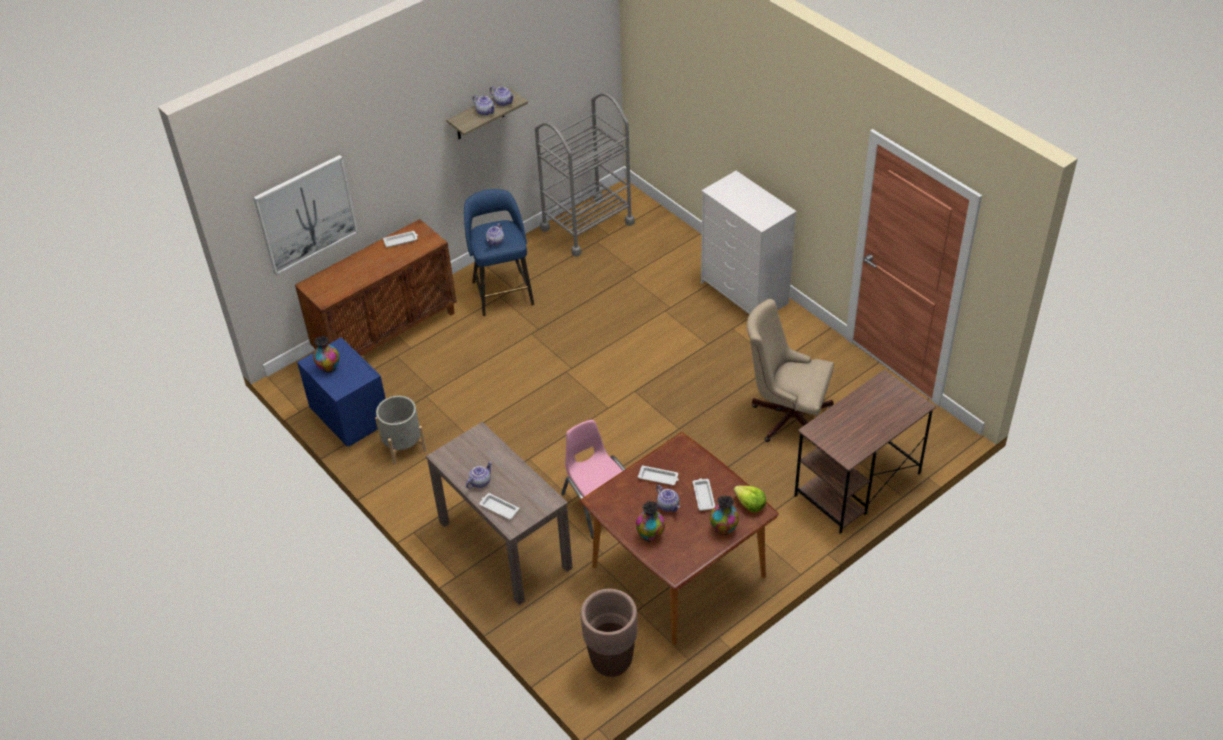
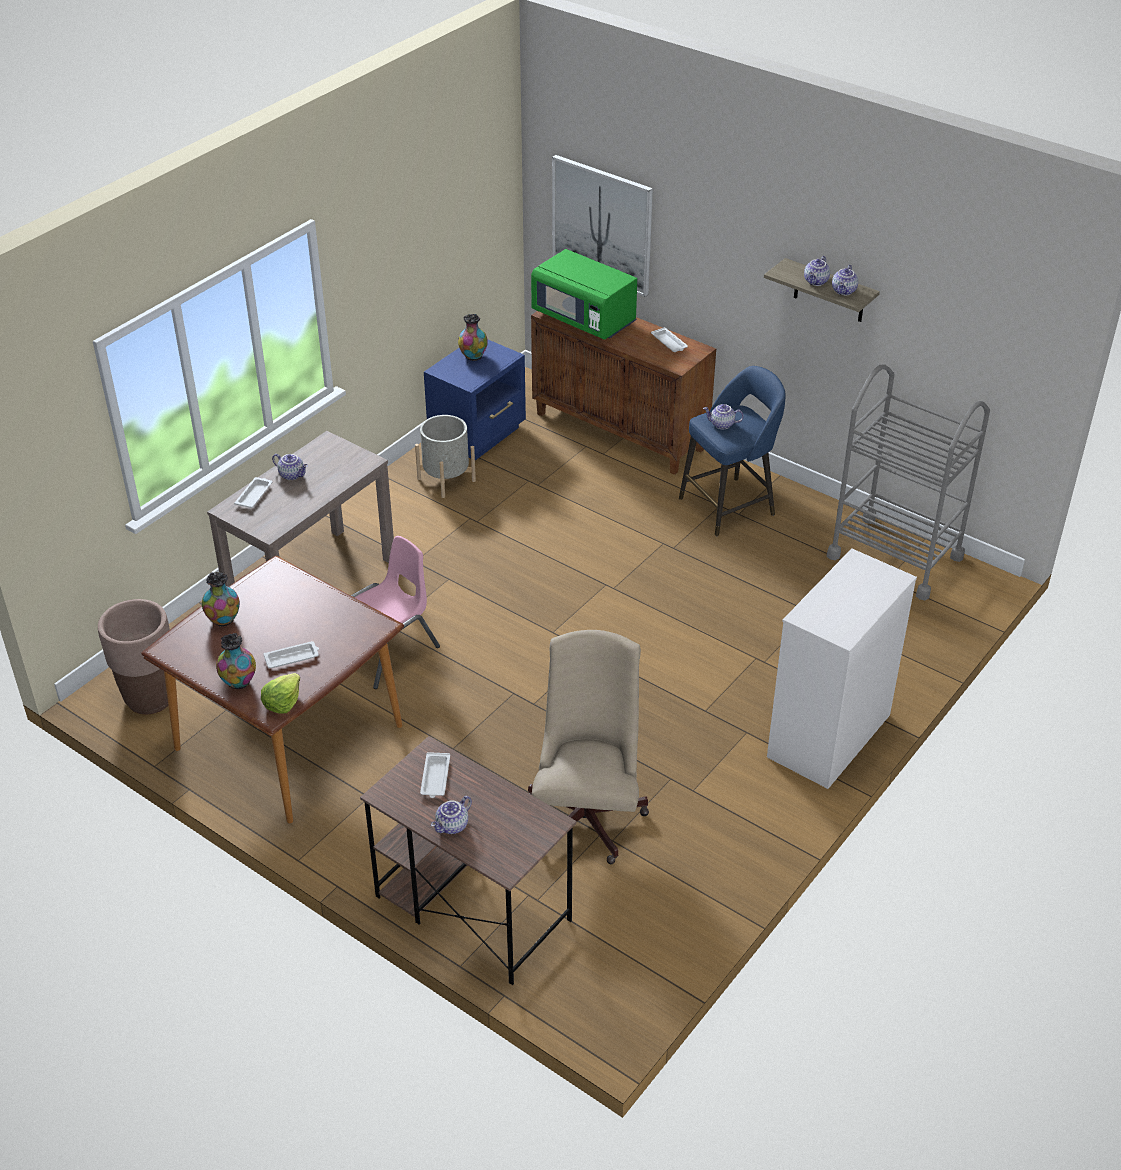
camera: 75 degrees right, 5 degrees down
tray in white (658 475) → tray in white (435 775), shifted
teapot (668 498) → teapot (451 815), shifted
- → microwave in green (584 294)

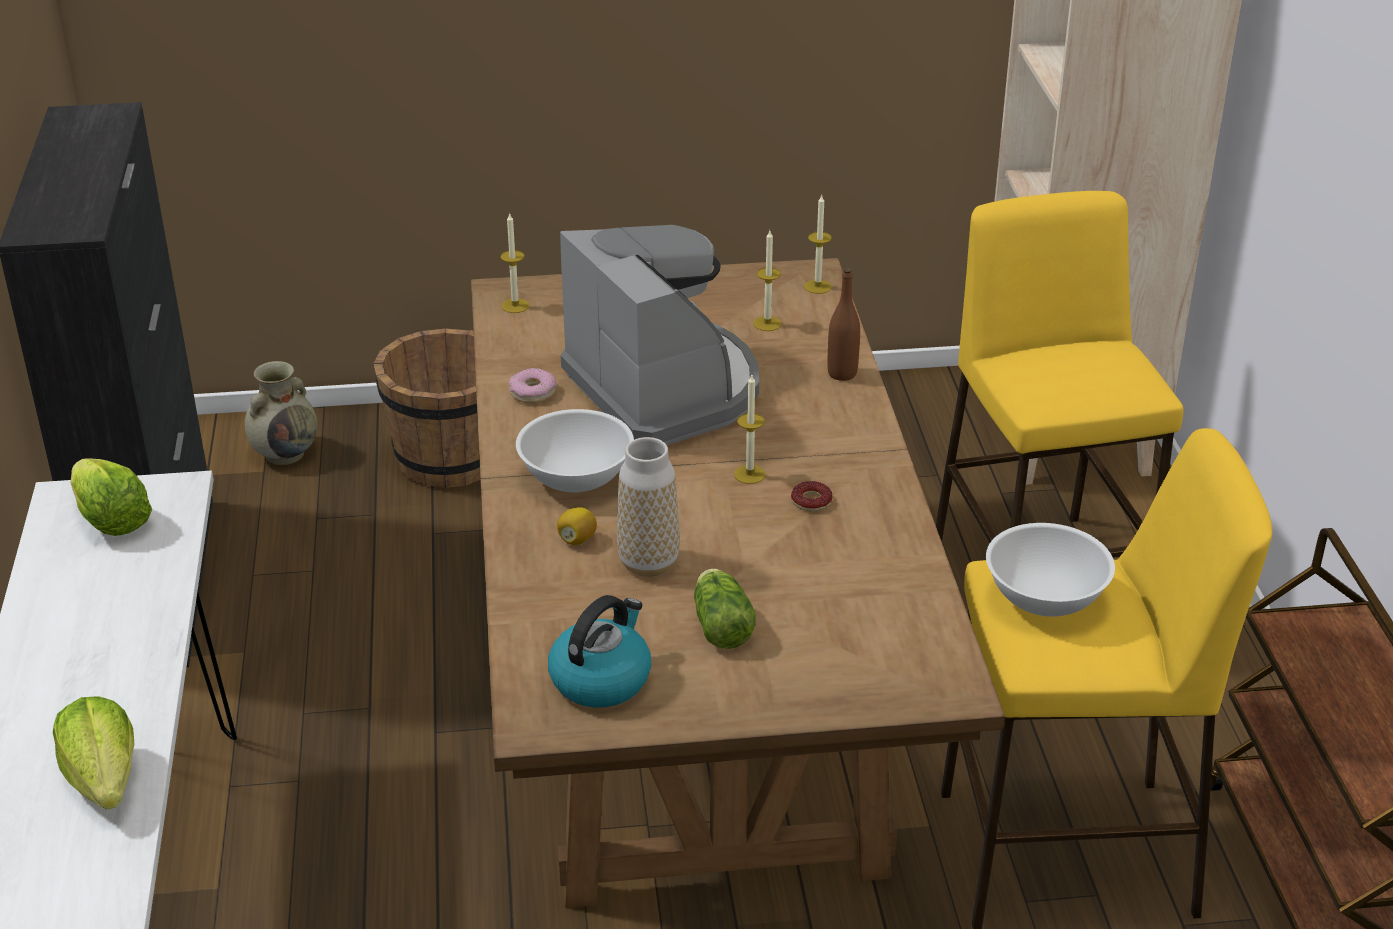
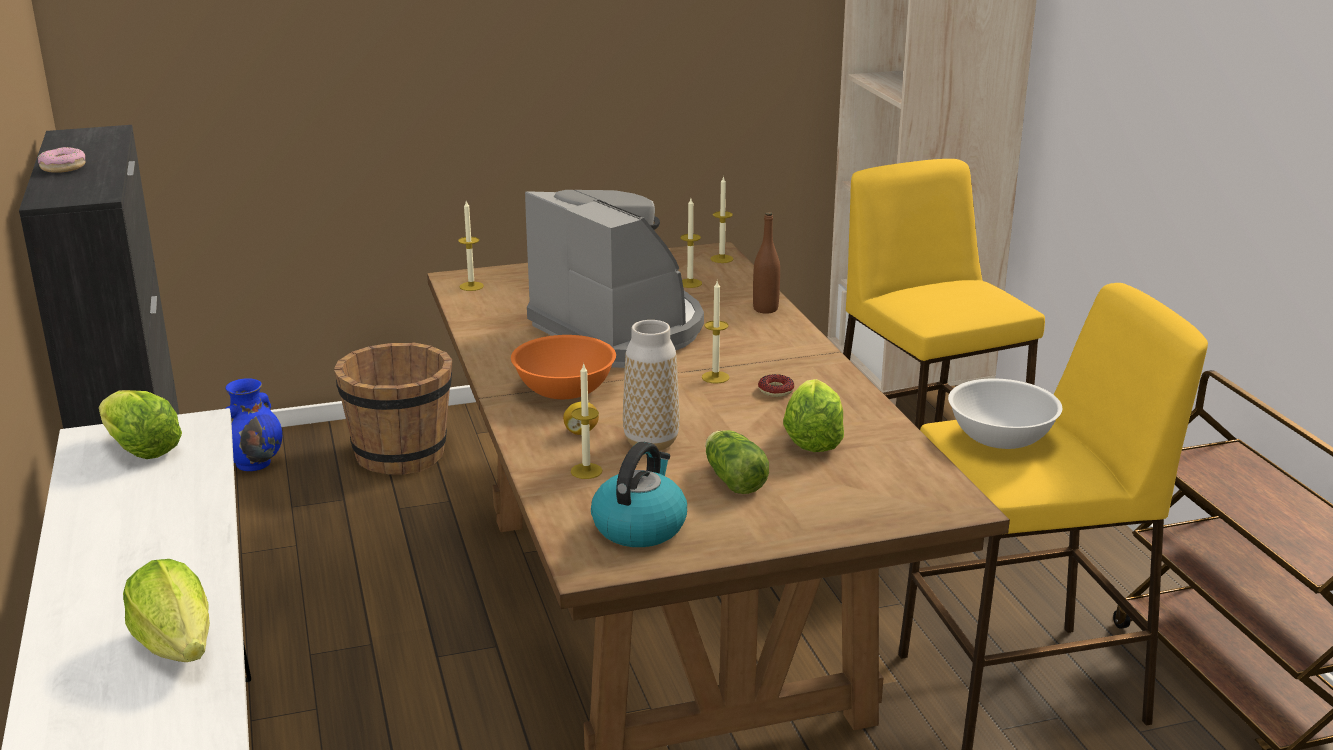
camera: 10 degrees left, 10 degrees down
vase in beige (281 413) → vase in blue (253 424)
donut (532 385) → donut (62 160), shifted
bowl in white (575 450) → bowl in orange (563 367)
- → candle (586 421)
- → lettuce (813 415)

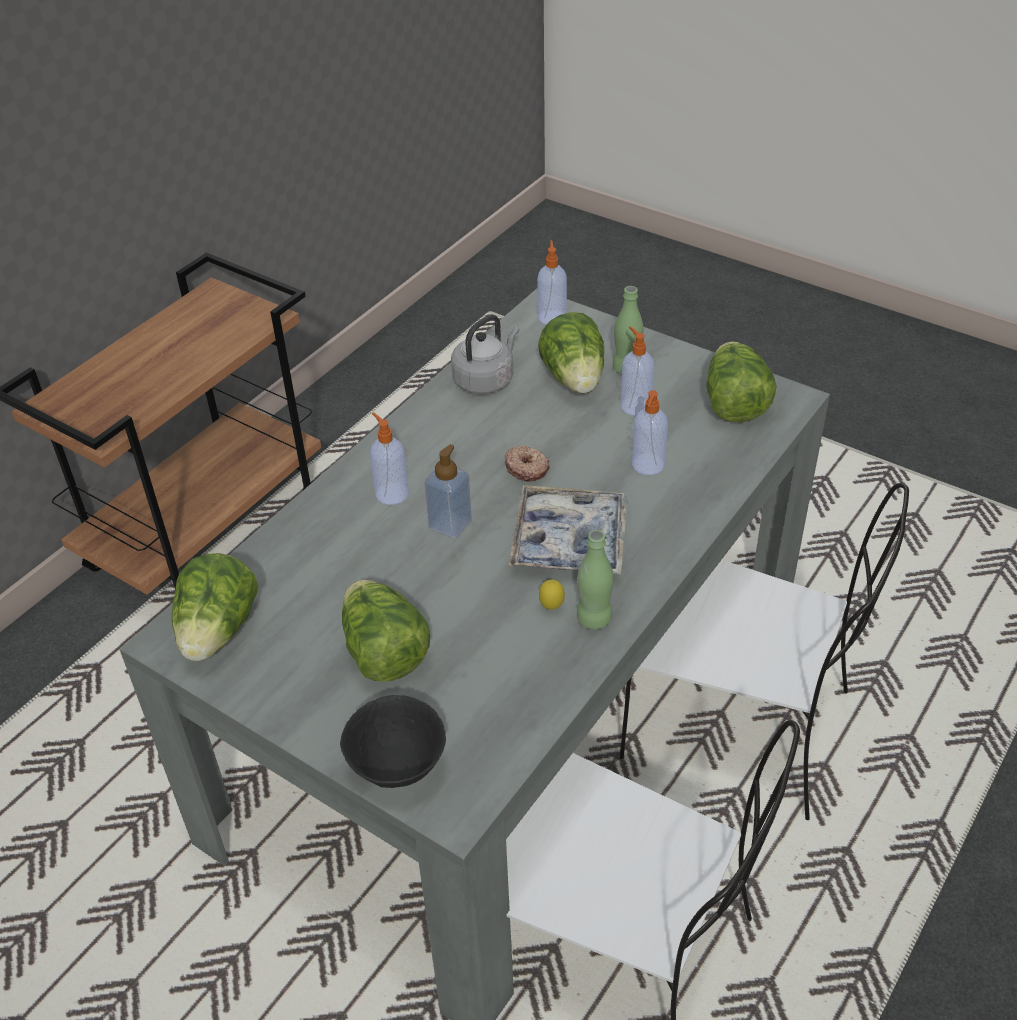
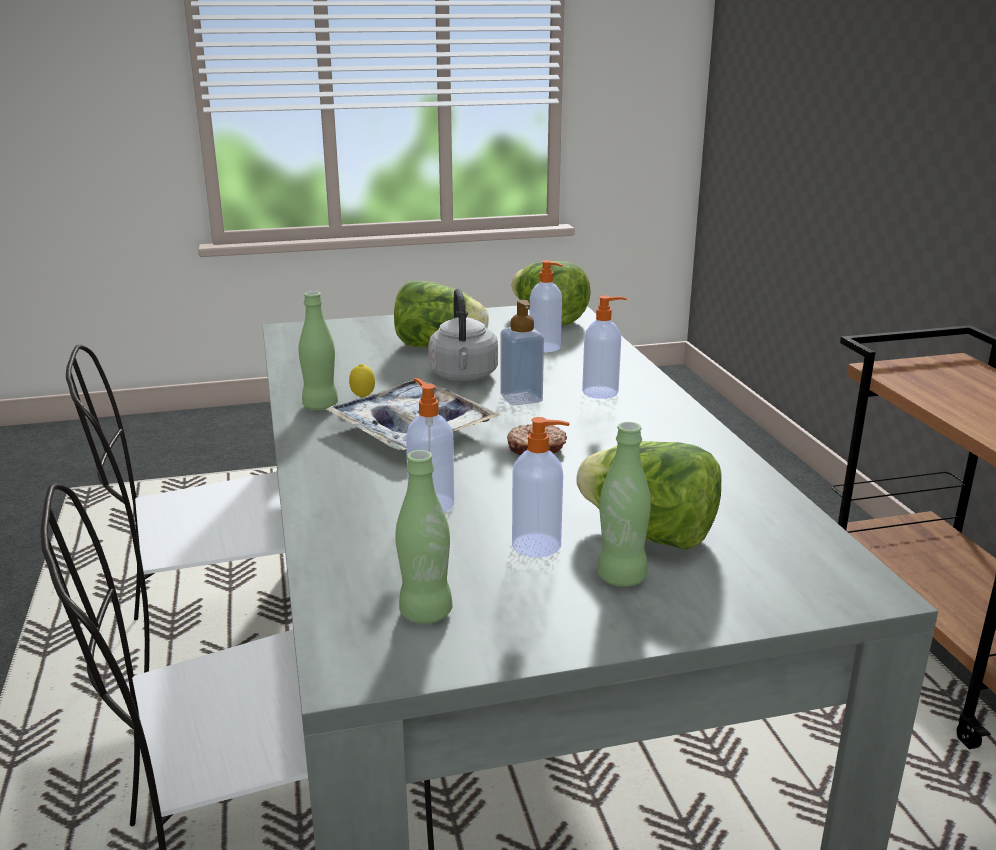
camera: 130 degrees right, 20 degrees down
bowl in black (393 741) → -
kettle in grey (485 354) → kettle in grey (463 335), shifted
soap dispenser (552 282) → soap dispenser (546 306), shifted
lettuce (741 382) → bottle in green (423 537)

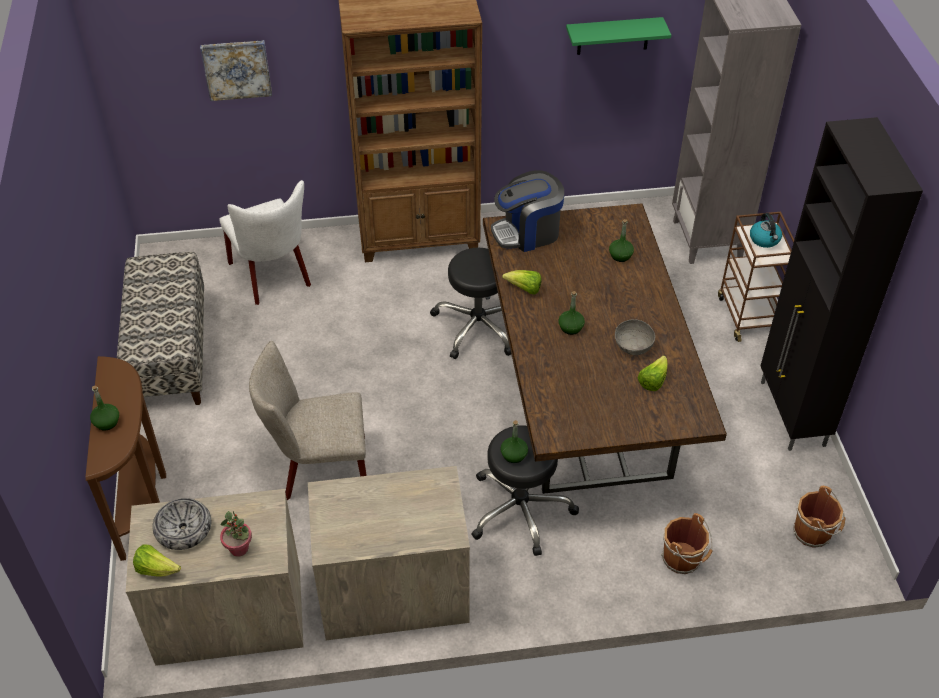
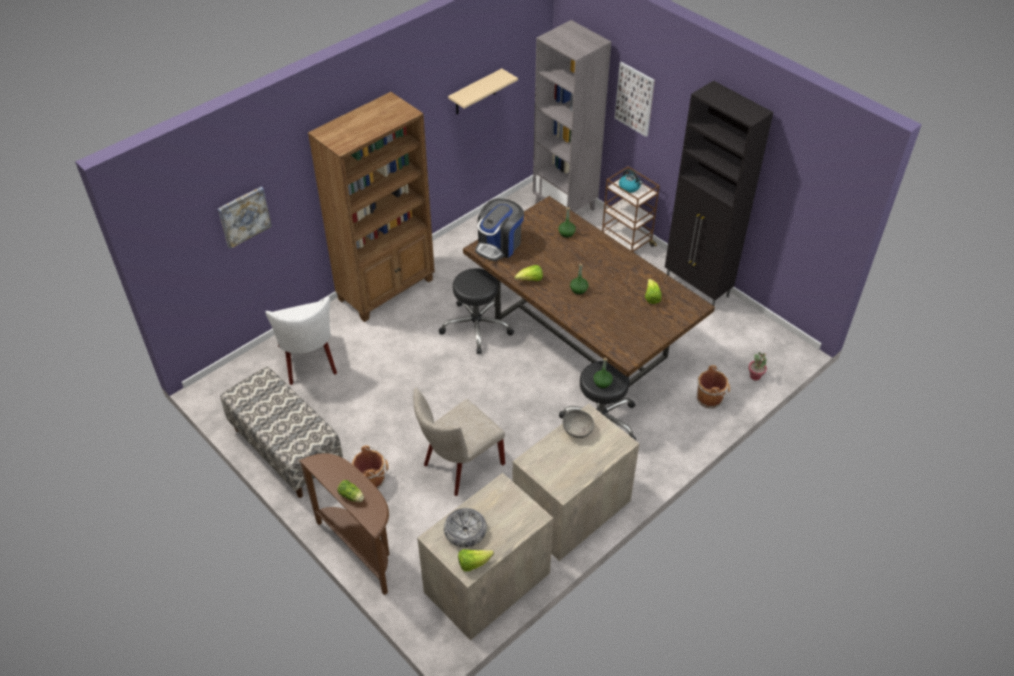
camera: 35 degrees left, 0 degrees up
bottle in green (104 408) → lettuce (350 491)
chair in white (265 242) → chair in white (301 341), 45 degrees clockwise
potted plant (236 534) → potted plant (757 366), shifted
shelf in green (618 36) → shelf in beige (483 91)
bowl in grey (635 337) → bowl in grey (578 424), shifted
bucket in brown (819 517) → bucket in brown (370 467), shifted
- → picture (635 99)

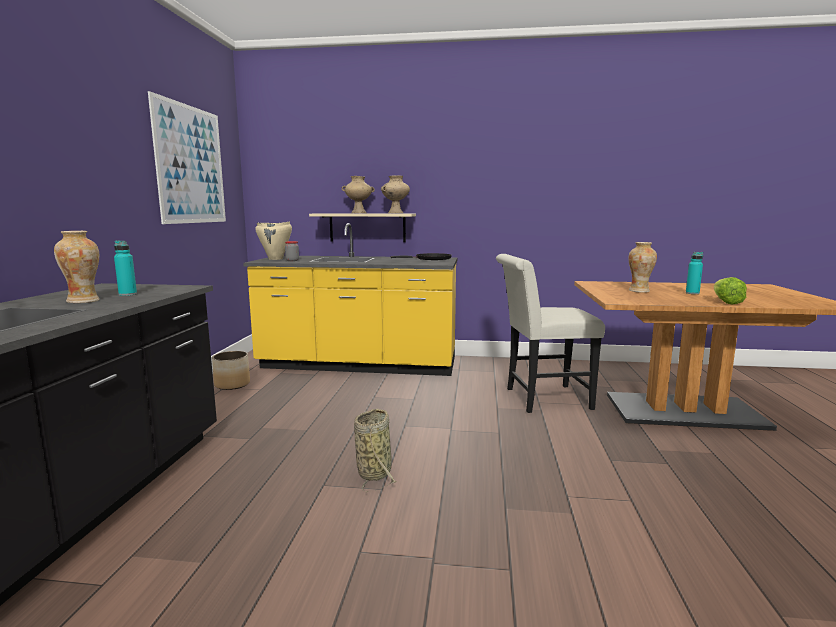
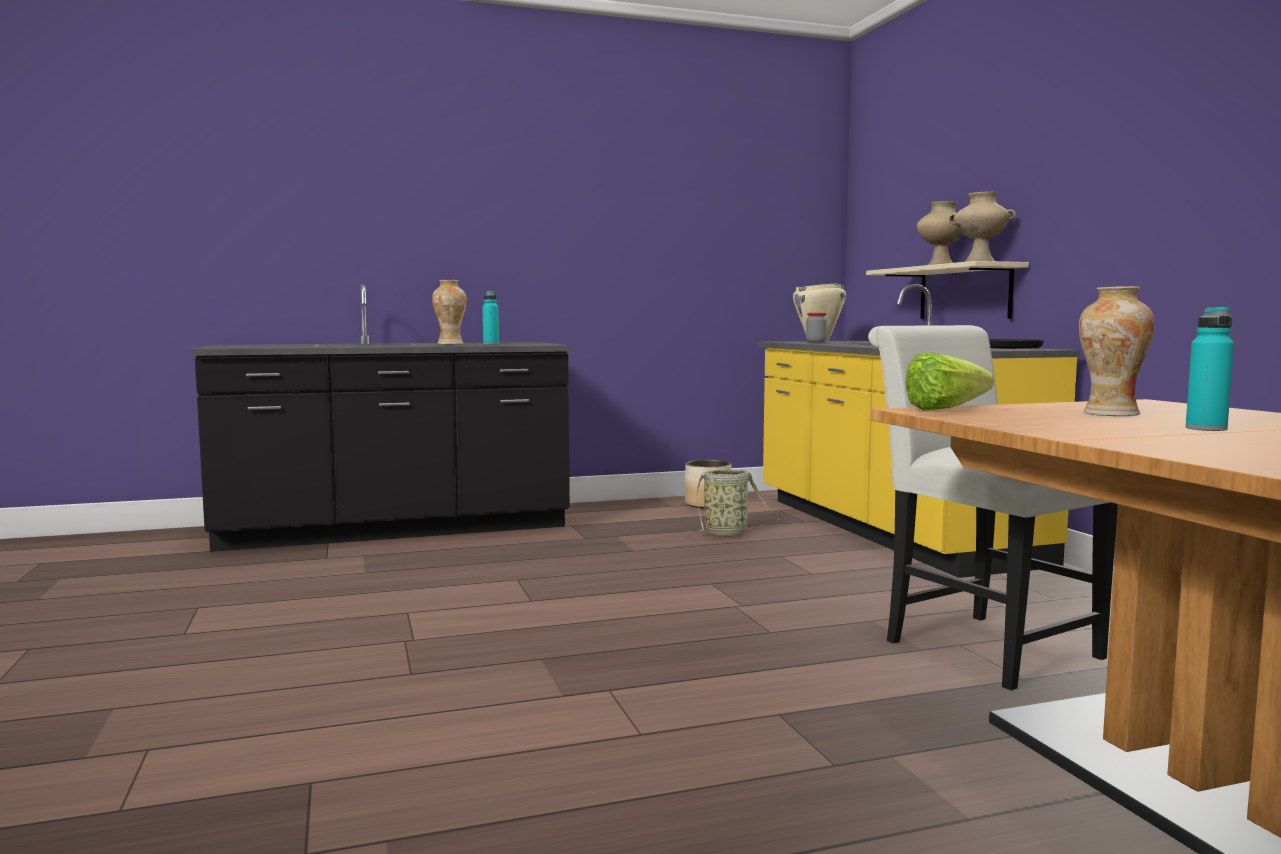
camera: 65 degrees right, 5 degrees down
picture (187 157) → -
basket (375 450) → basket (733 502), shifted
lettuce (730 291) → lettuce (949 381), shifted

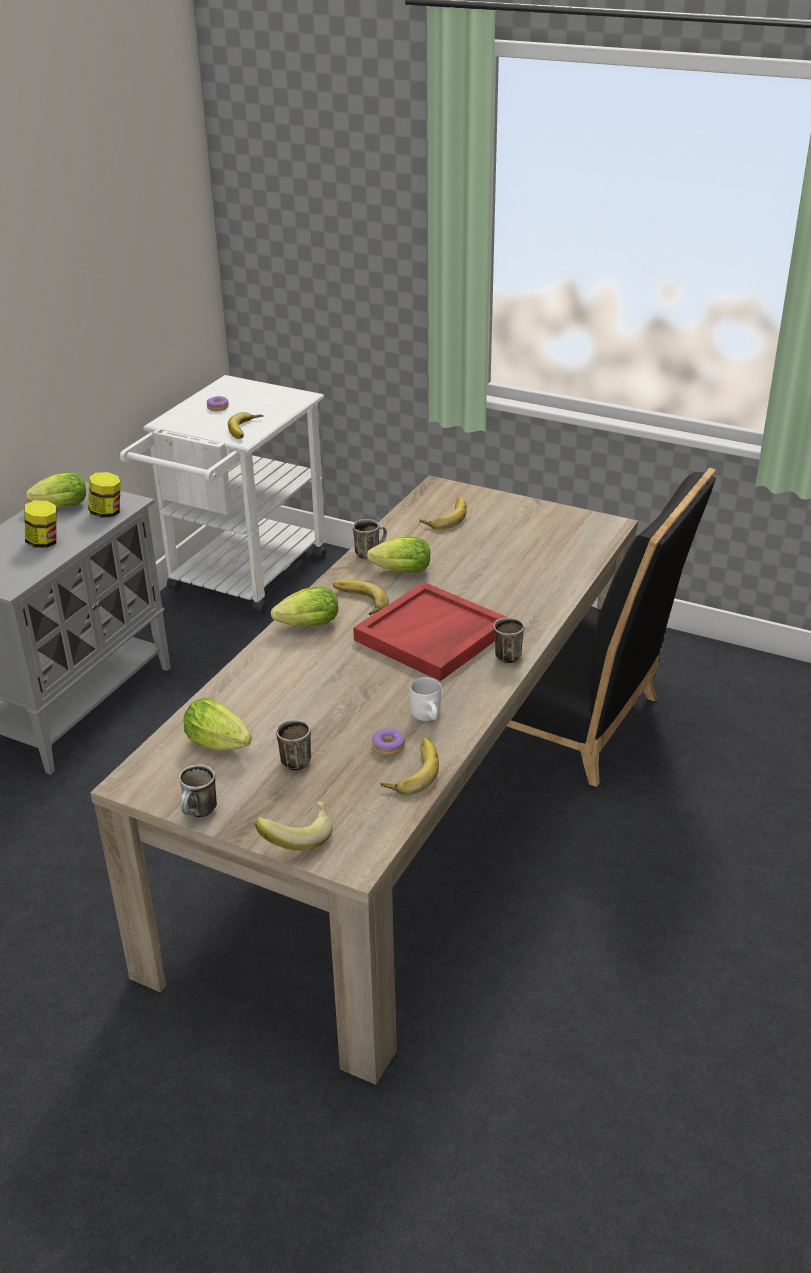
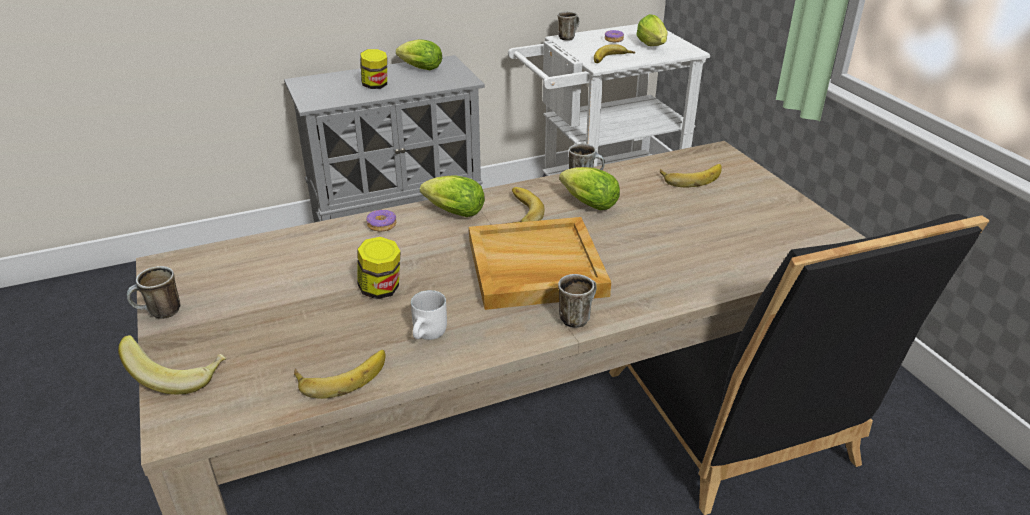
camera: 40 degrees right, 0 degrees up
jar (104 495) → jar (379 268), shifted
lettuce (217 724) → lettuce (652 30), shifted
mug (293 745) → mug (568 26), shifted
tray in red (430 631) → tray in beige (540 263)
donut (388 741) → donut (381 220), shifted

